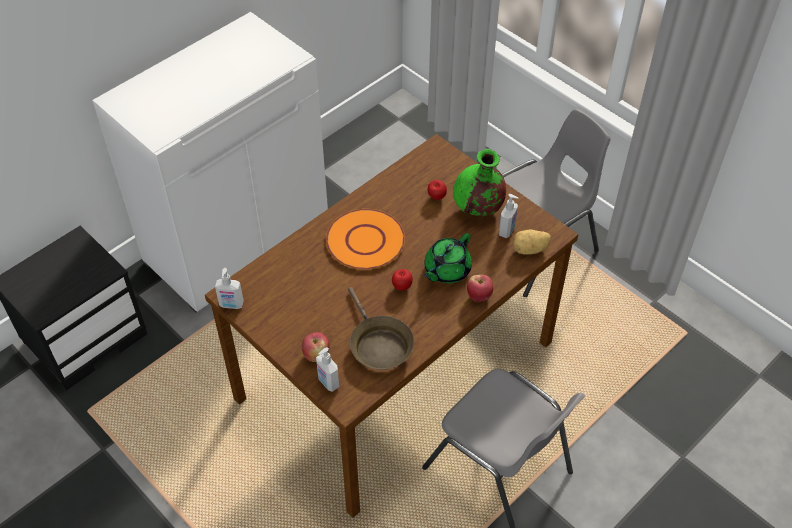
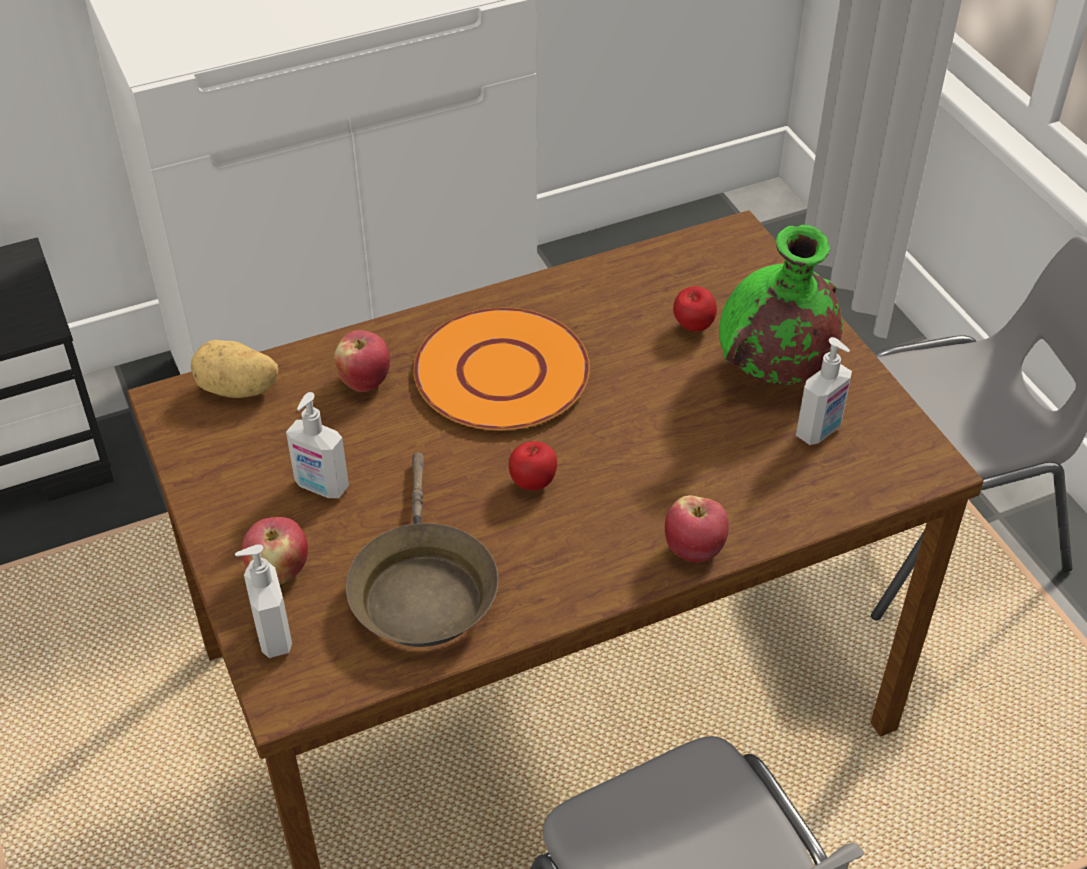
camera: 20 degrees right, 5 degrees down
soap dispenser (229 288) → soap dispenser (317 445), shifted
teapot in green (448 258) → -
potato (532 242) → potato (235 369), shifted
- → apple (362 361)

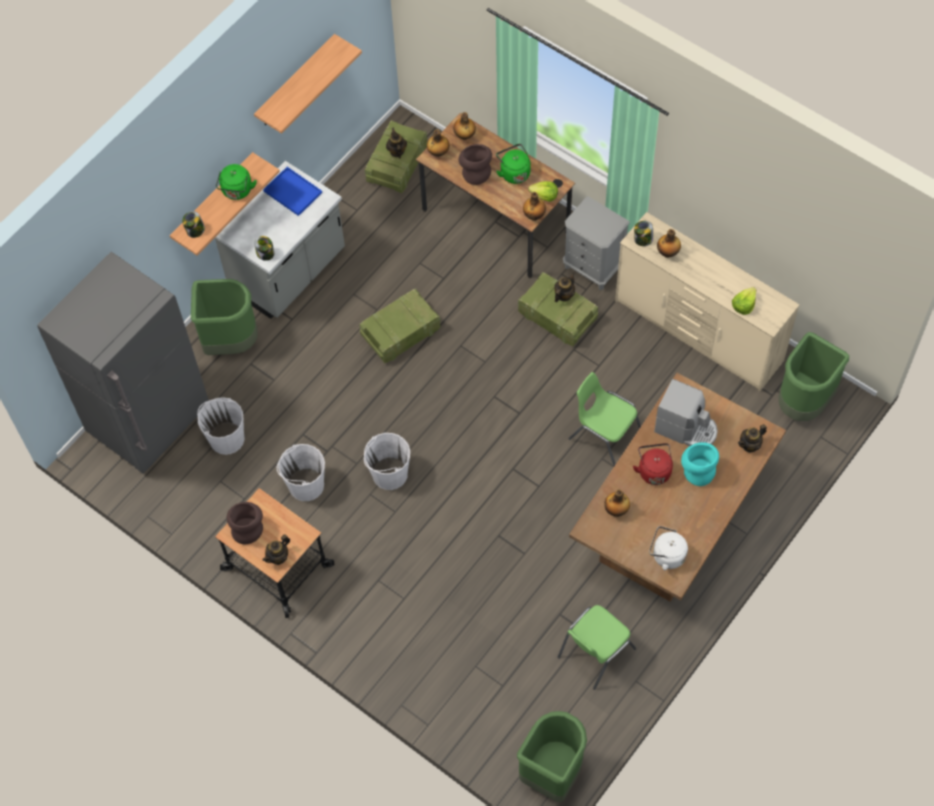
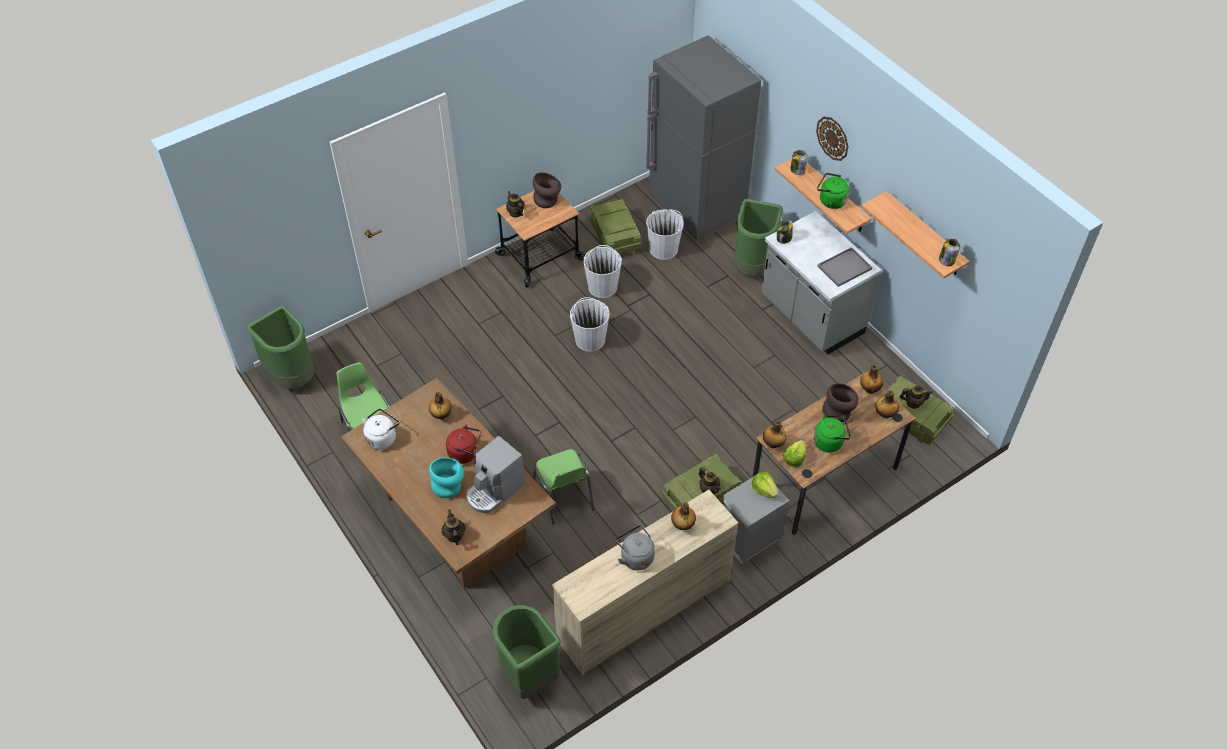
camera: 105 degrees right, 10 degrees down
tray in blue (292 191) → tray in grey (845 267)
crate (400 326) → crate (615 226), shifted
chair in green (604 419) → chair in green (563 487), 105 degrees clockwise
jar (643 233) → jar (949 252), shifted
lettuce (744 301) → lettuce (765 485), shifted
- → kettle in grey (635 547)
- → wall clock (832 139)

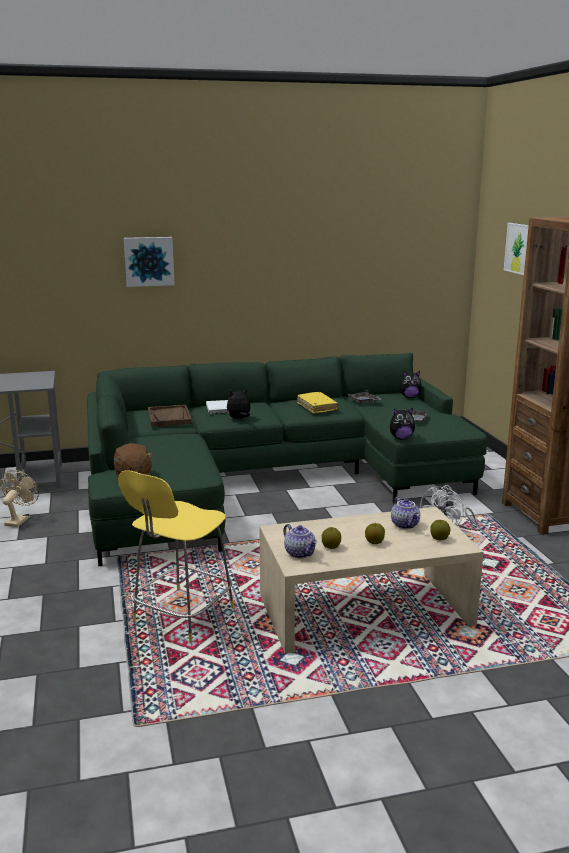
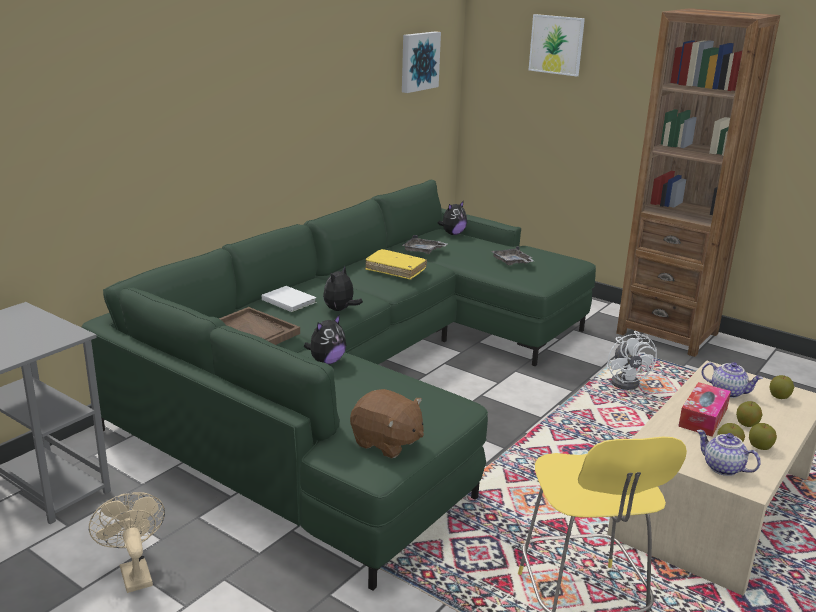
camera: 40 degrees left, 5 degrees up
picture (149 262) → picture (421 62), shifted
teapot (300 541) → teapot (729 453), 150 degrees counterclockwise
plush toy (402 423) → plush toy (325 339), shifted
- → tissue box (704 409)
- → apple (763 436)

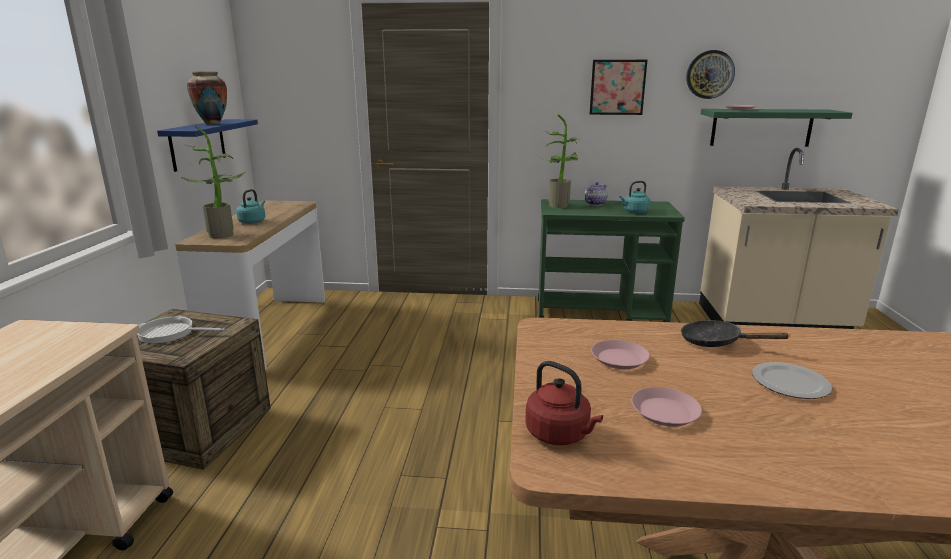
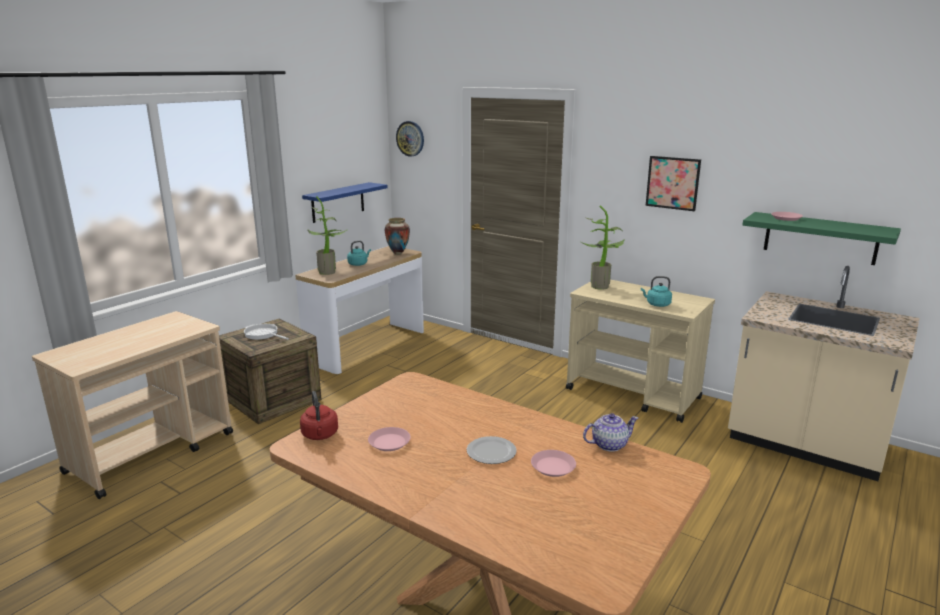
camera: 30 degrees right, 0 degrees up
vase (207 98) → vase (397 236), shifted
cart in green (611 260) → cart in beige (640 351)
teapot (595 194) → teapot (610 432), shifted
plate in pink (620 354) → plate in pink (553 463), shifted
frying pan in black (736 333) → -
wall clock (710 74) → wall clock (410 139), shifted

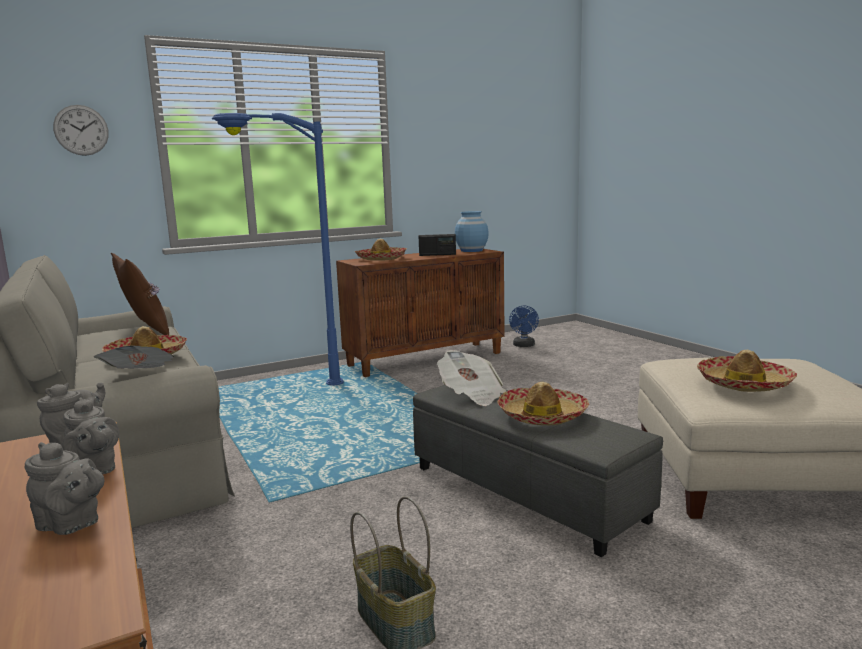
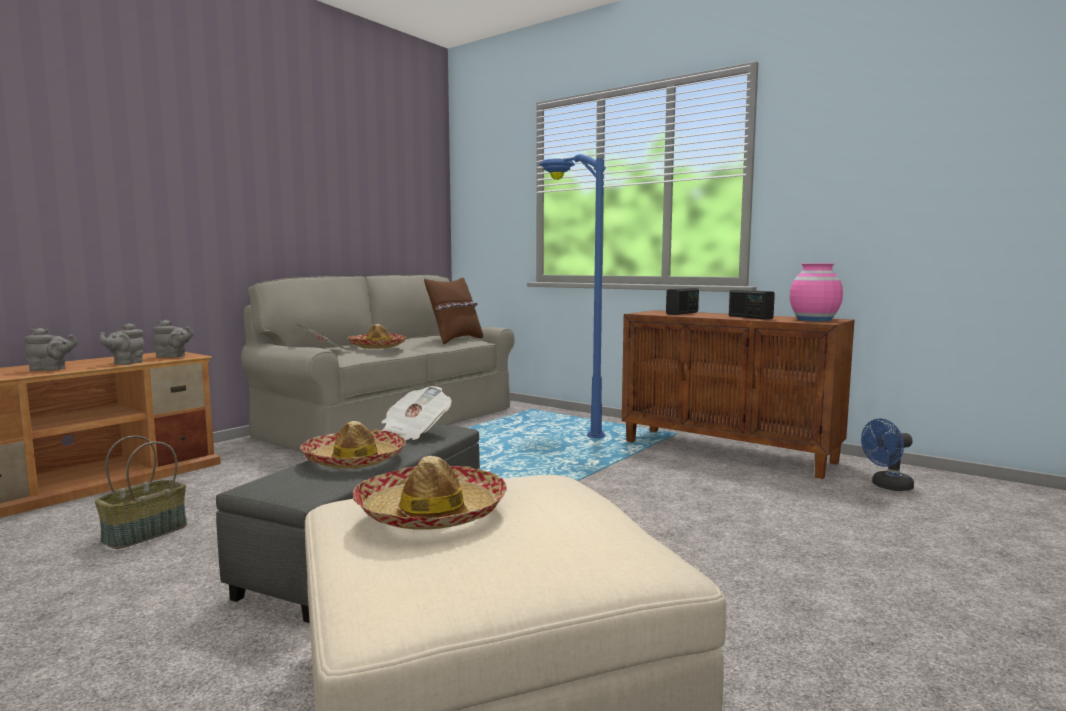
camera: 65 degrees right, 5 degrees down
teapot in grey (64 488) → teapot in grey (51 349), 105 degrees counterclockwise
wall clock (81 130) → -
hat (381 250) → radio (682 301)
vase in blue (472 231) → vase in pink (816 292)

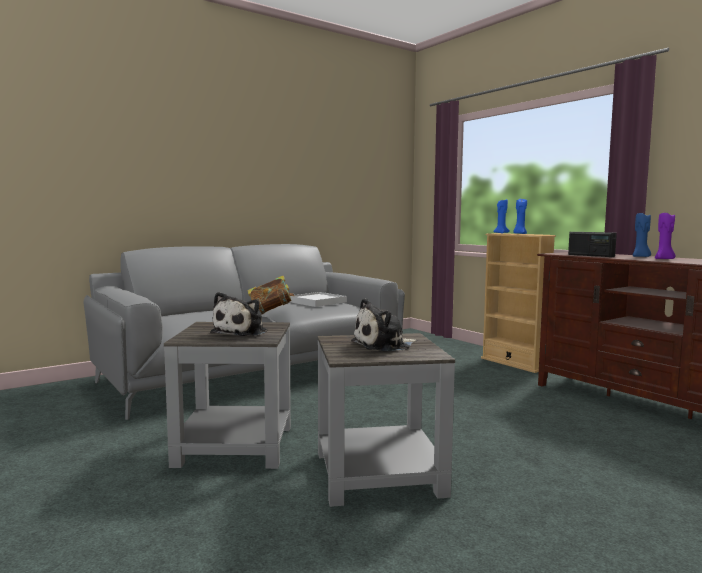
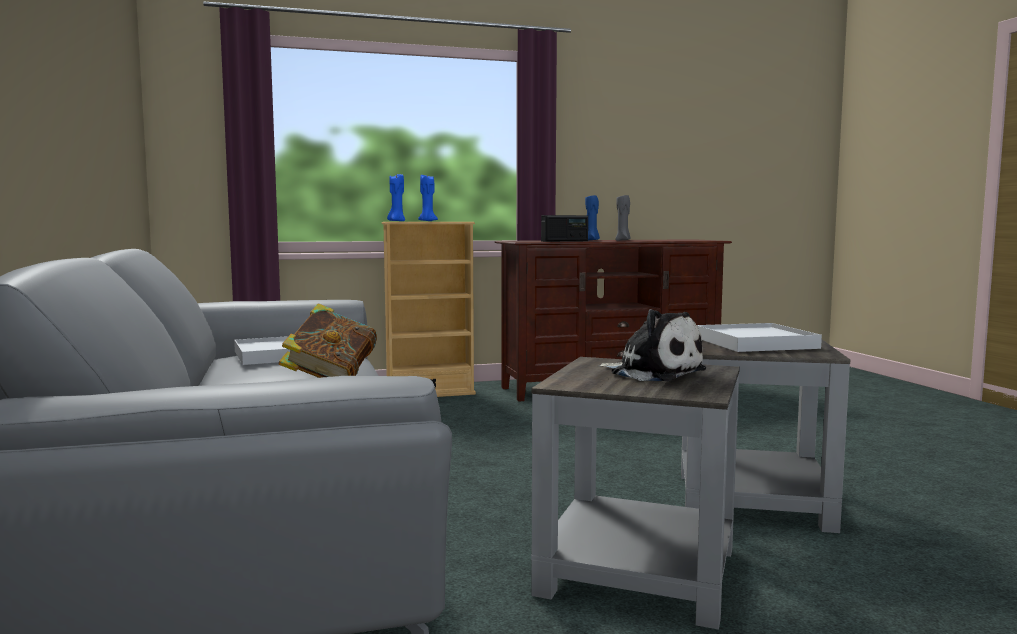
camera: 70 degrees left, 0 degrees up
plush toy (384 325) → tray in white (759 337)
candle in purple (665 236) → candle in grey (623 218)

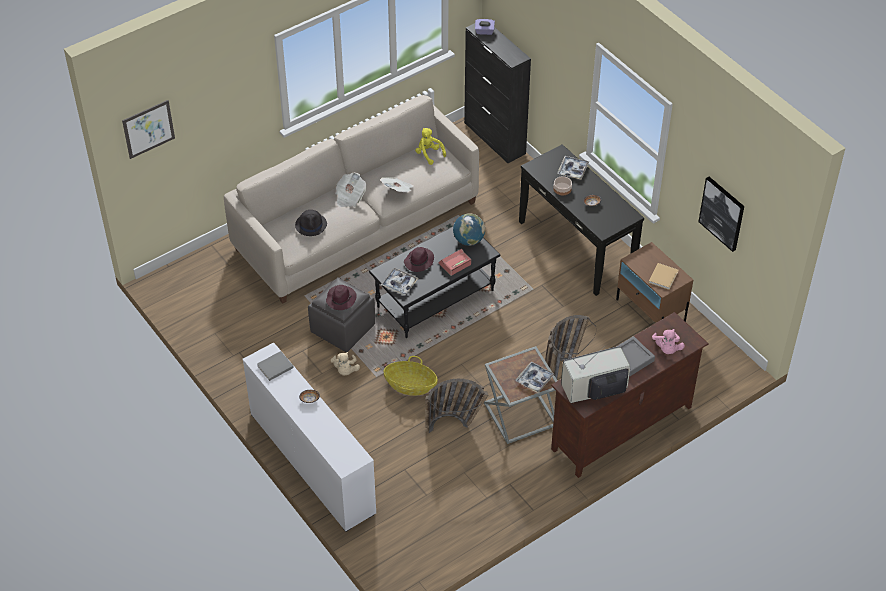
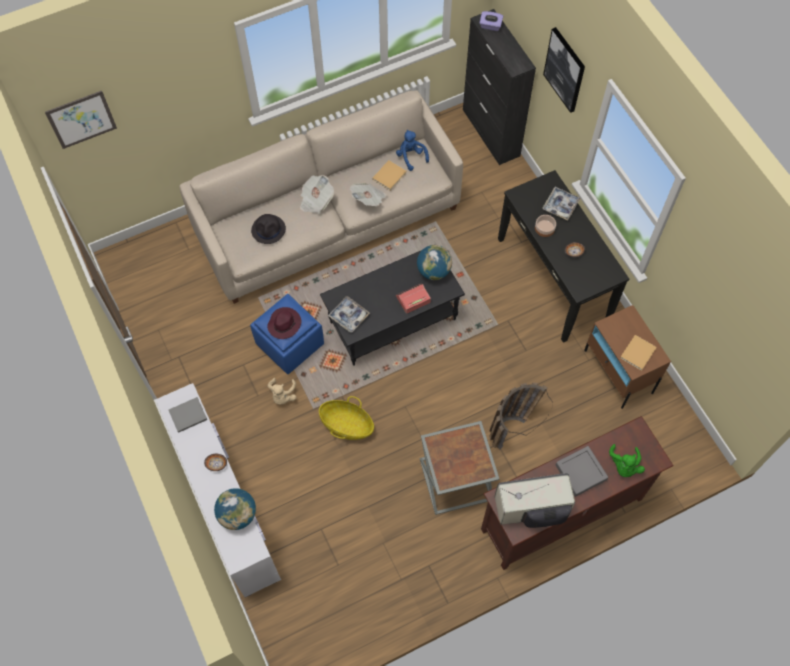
camera: 10 degrees right, 15 degrees up
ottoman in grey (341 314) → ottoman in blue (287 334)
hat in purple (419 259) → -
plush toy in yellow (430 146) → plush toy in blue (412 150)
basket (456 406) → -
tray (535 377) → -
plush toy in pink (668 341) → plush toy in green (627 460)
picture (721 214) → picture (564 70), shifted
- → globe (235 509)
- → book in beige (389 175)

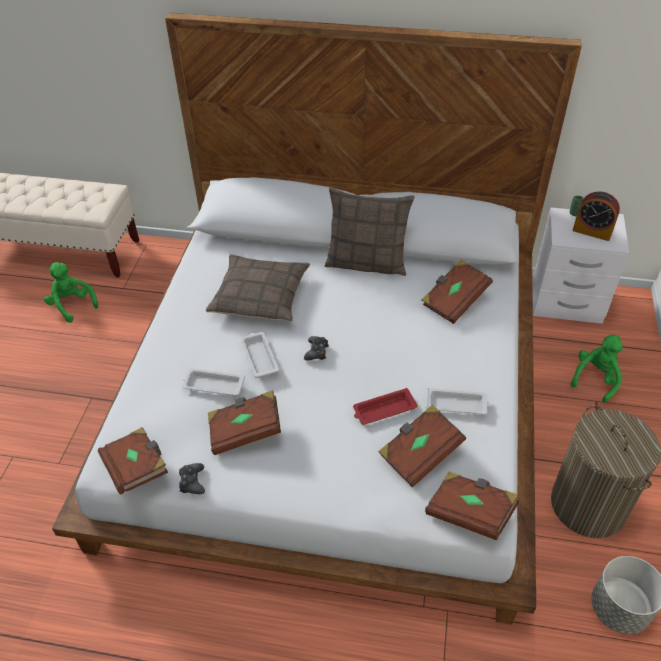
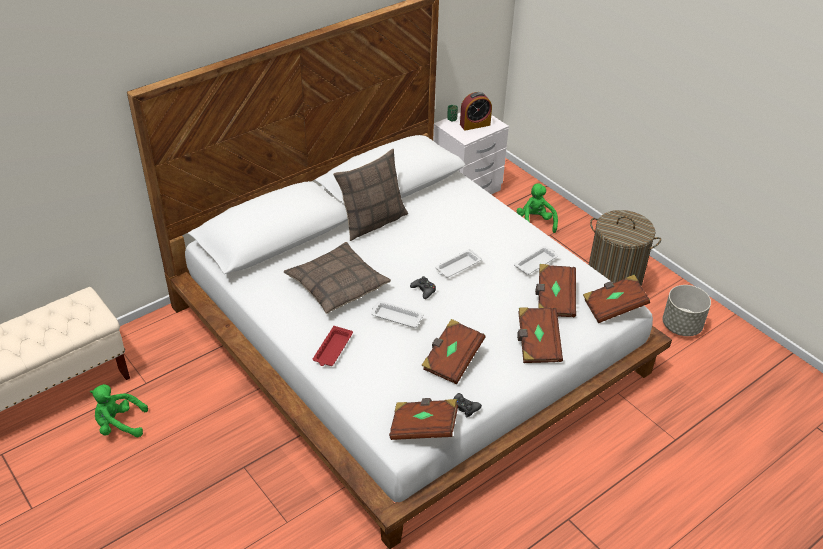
camera: 50 degrees left, 5 degrees down
tray in white (213 382) → tray in white (458 263), shifted
tray in red (385 406) → tray in red (333 346), shifted
book in brown (457 291) → book in brown (540 335), shifted

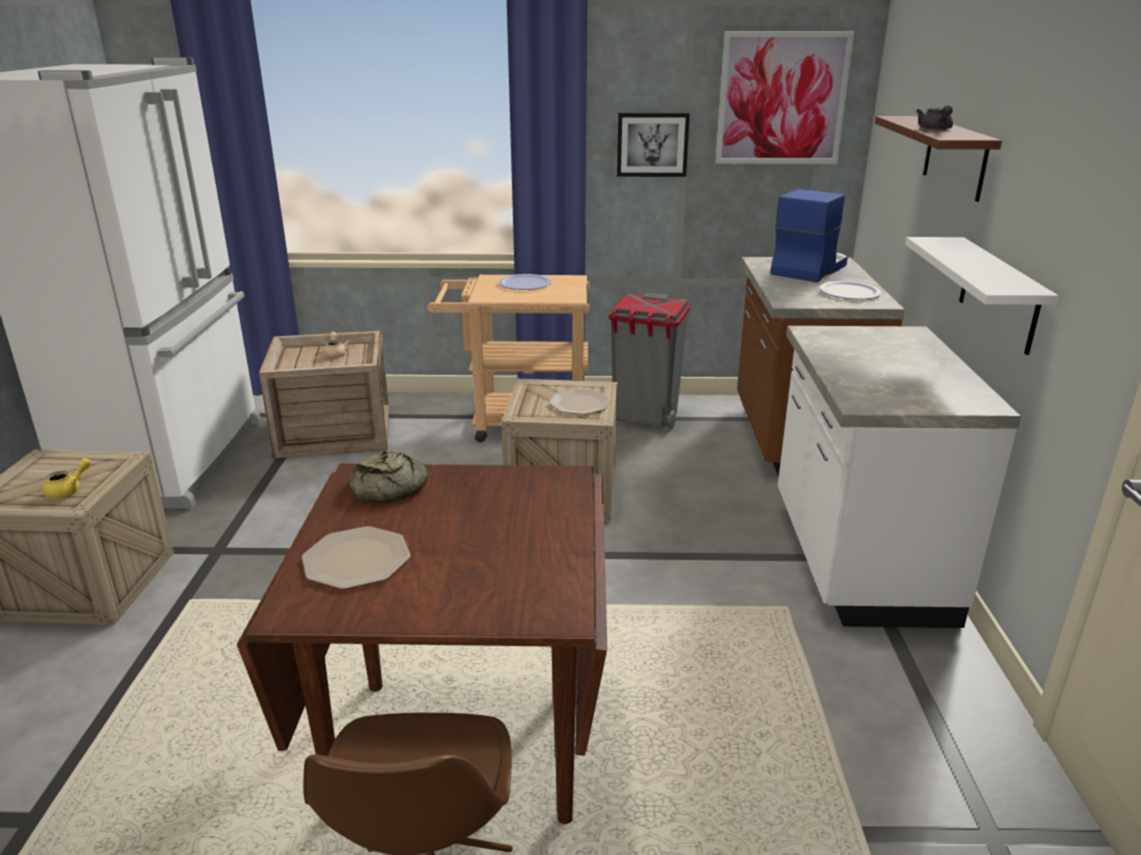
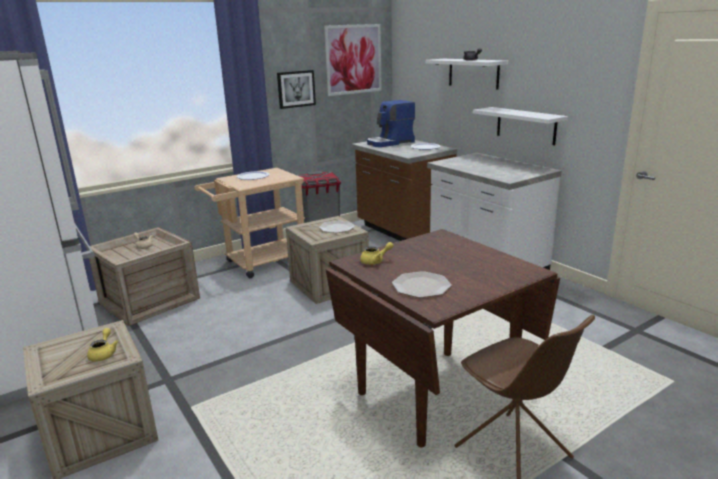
camera: 35 degrees left, 5 degrees down
bread (388 476) → teapot in yellow (377 253)
coffee machine (809 235) → coffee machine (391 123), 120 degrees counterclockwise
shelf in brown (938 159) → shelf in white (467 74)

